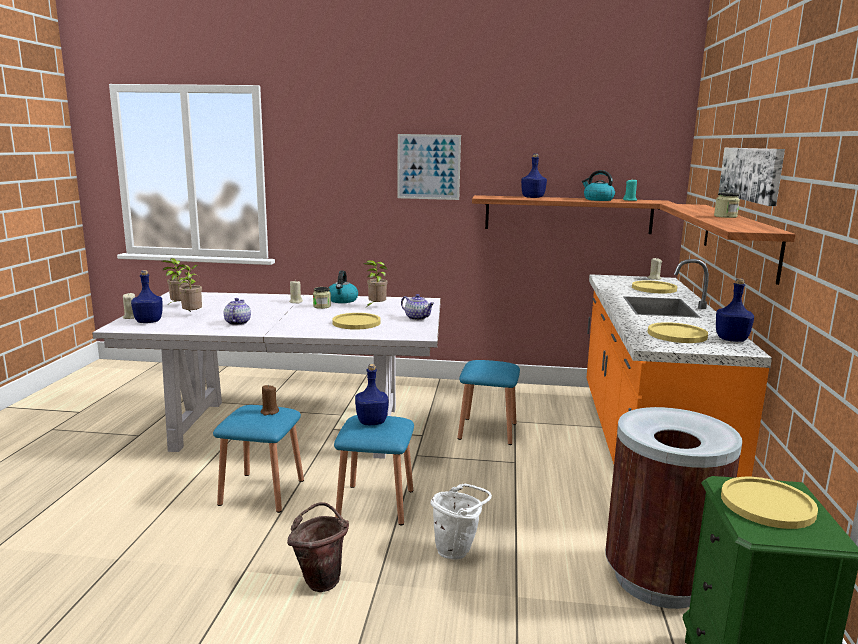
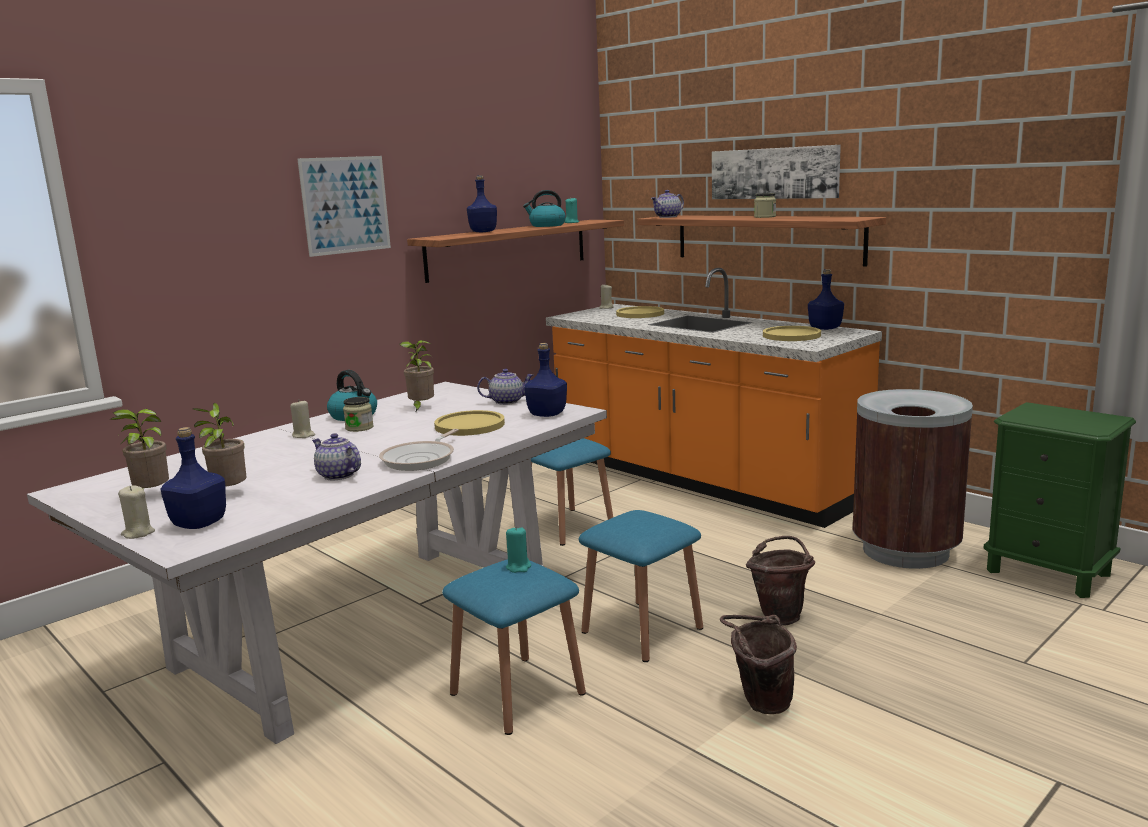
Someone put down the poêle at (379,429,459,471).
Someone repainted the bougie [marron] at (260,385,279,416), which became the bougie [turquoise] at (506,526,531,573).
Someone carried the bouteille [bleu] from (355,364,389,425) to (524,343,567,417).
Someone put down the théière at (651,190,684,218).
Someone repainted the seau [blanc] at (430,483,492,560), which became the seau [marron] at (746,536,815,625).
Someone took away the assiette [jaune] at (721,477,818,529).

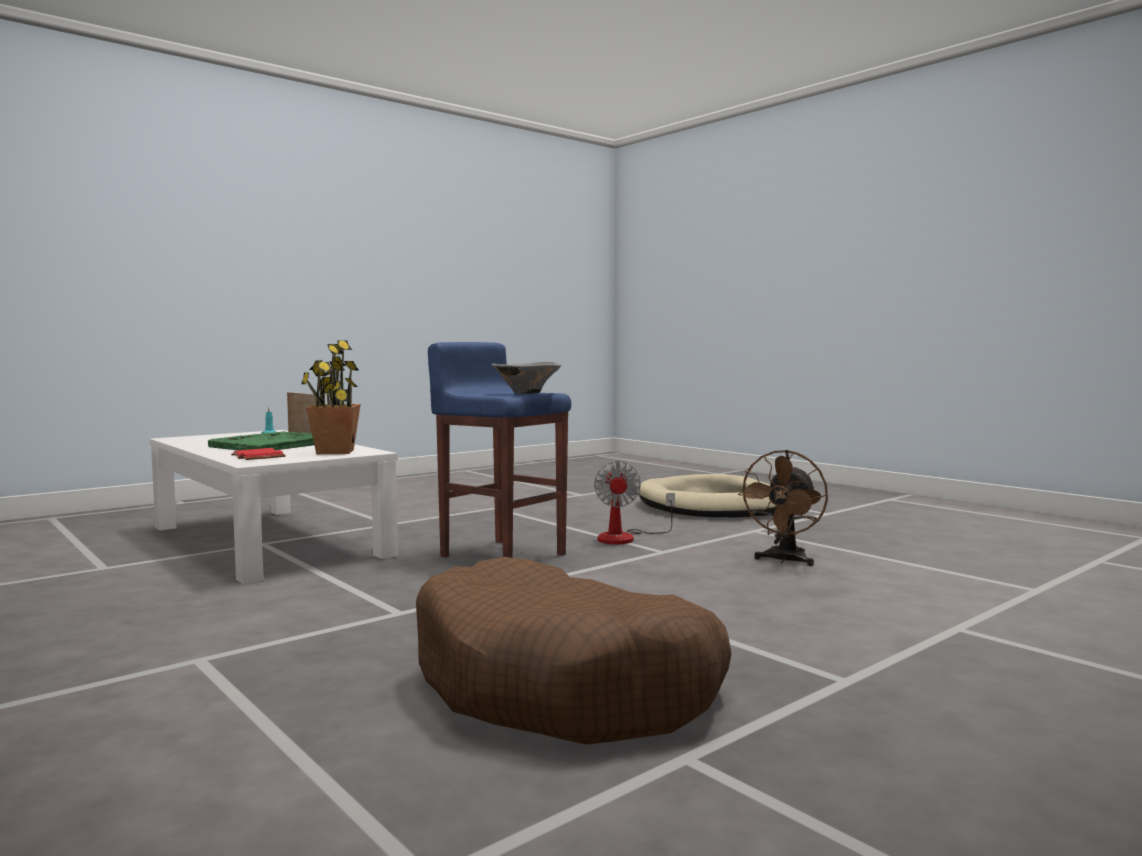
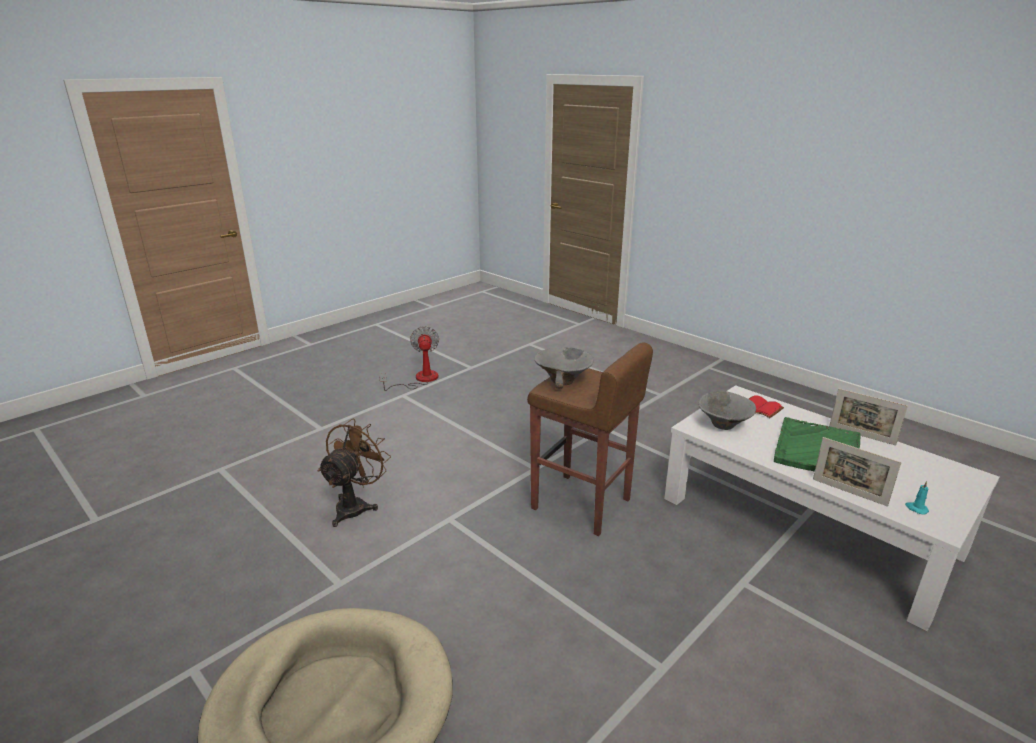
Someone carried the ventilateur from (594,461,675,544) to (379,326,439,391).
Someone repainted the tabouret [bleu] at (428,342,571,558), which became the tabouret [marron] at (527,342,653,536).
Someone swapped the plante en pot at (301,340,361,454) for the bol [gris] at (698,391,756,430).
Someone put down the cadre photo at (829,388,908,446).
Someone took away the panier pour chien [marron] at (416,557,732,745).

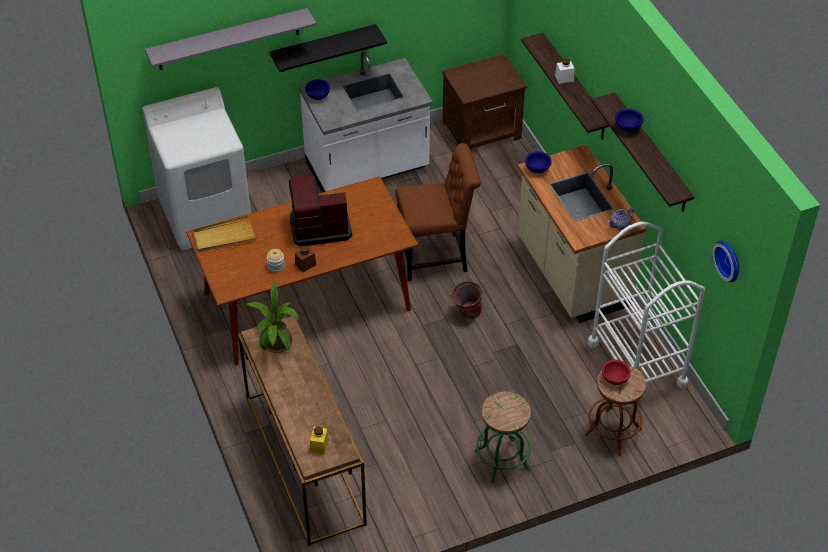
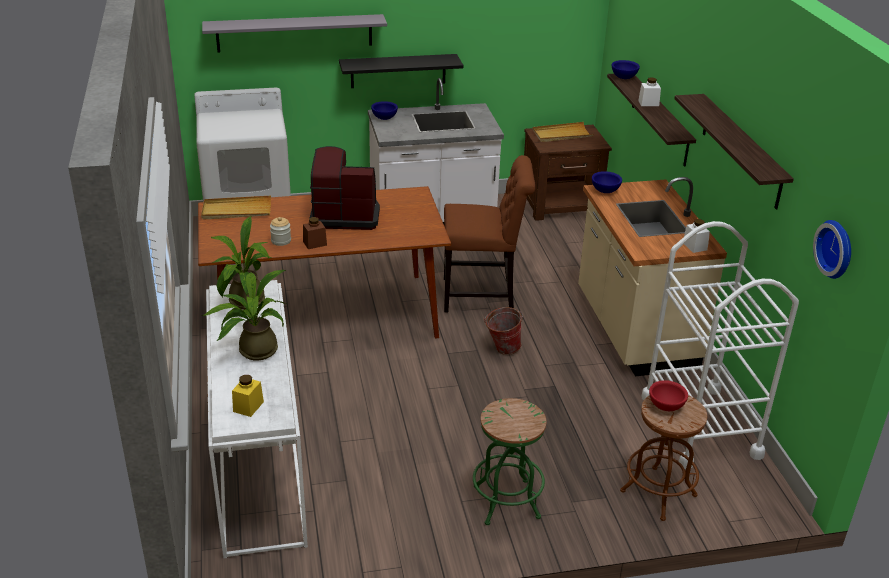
Someone put down the plante en pot at (202,270,286,361).
Someone repainted the table console [marron] at (238,316,367,546), which became the table console [blanc] at (206,280,308,559).
Someone put down the plateau [beige] at (532,122,594,142).
Someone carried the bol [bleu] from (615,108,644,132) to (612,60,640,79).
Someone swapped the théière at (608,208,634,230) for the bocal [blanc] at (684,219,710,253).

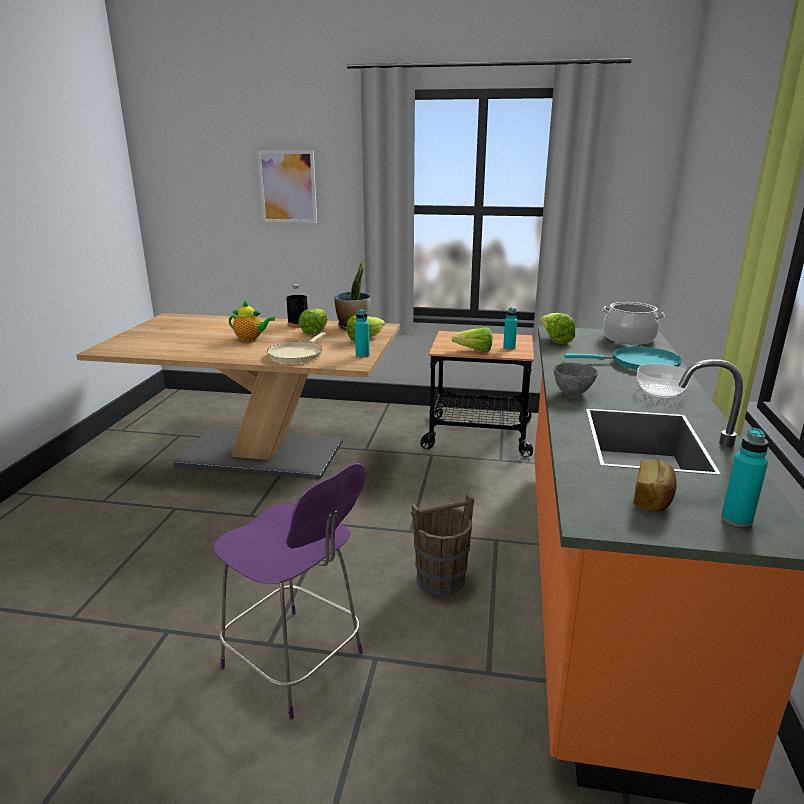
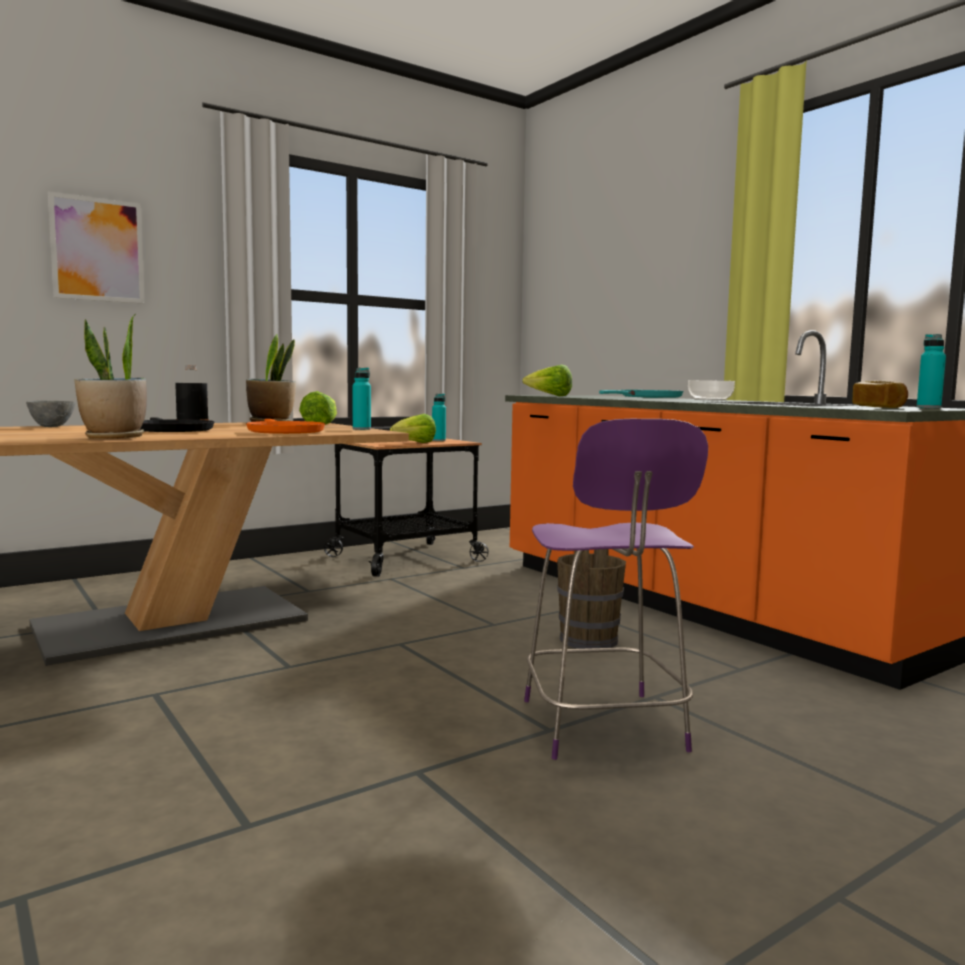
Someone carried the bol [gris] from (554,363,598,395) to (26,401,75,427).
Someone put down the plante en pot at (74,314,147,439).
Someone swapped the théière at (229,301,275,342) for the poêle [noir] at (140,417,214,432).
Someone repainted the poêle [beige] at (267,332,326,363), which became the poêle [orange] at (246,419,325,434).
Someone rotated the chaise [violet] at (213,463,366,719) by 90 degrees clockwise.
Someone took away the laitue at (298,309,327,334).
Someone took away the marmite at (602,302,665,345).

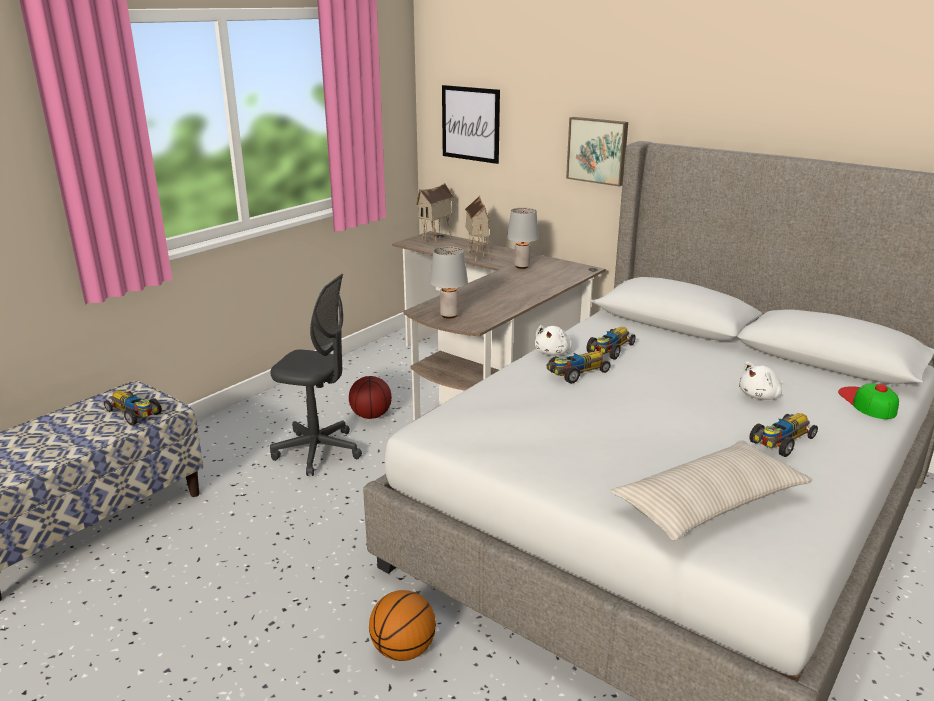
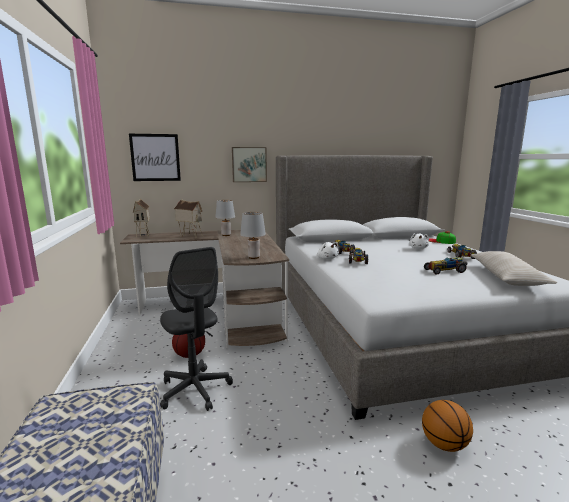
Someone rotated the chaise de bureau [gris] at (270,274,362,476) by 90 degrees clockwise.
Someone carried the petite voiture from (104,391,162,426) to (424,257,467,275).

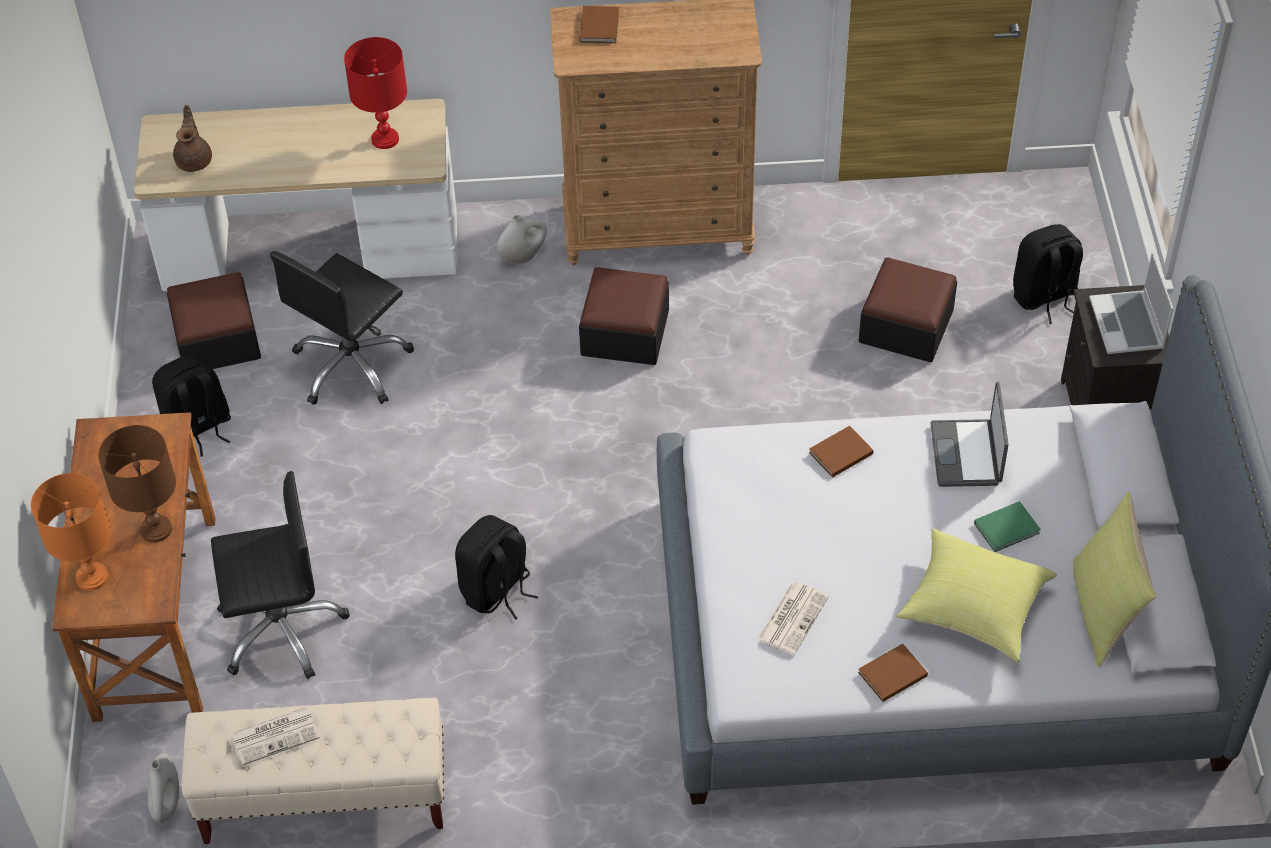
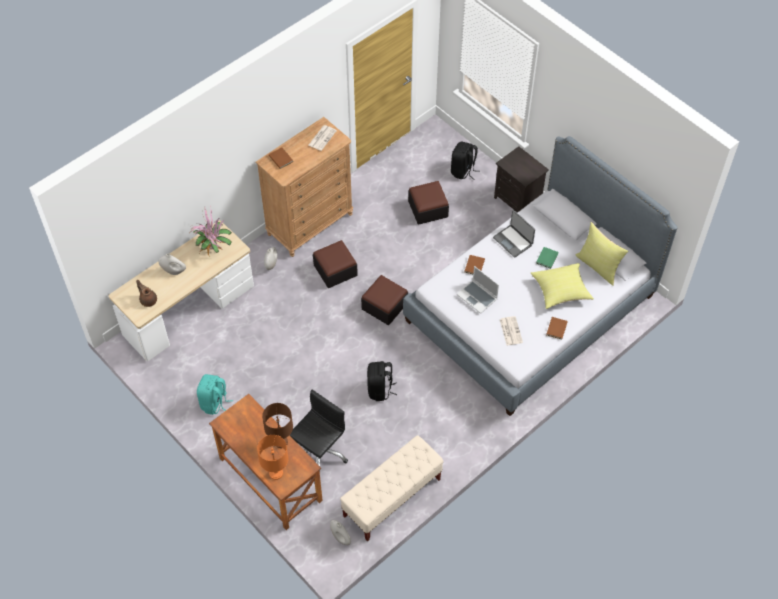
Someone put down the vase [blanc] at (158,254,186,275).
Someone swapped the lampe de table [rouge] at (344,37,407,149) for the plante en pot at (190,206,232,257).
Someone repainted the sac à dos [noir] at (152,354,231,457), which became the sac à dos [turquoise] at (197,374,233,415).
Someone carried the journal from (231,706,320,766) to (308,125,337,151).
Someone carried the pouf from (167,272,261,369) to (361,275,408,325).
Someone carried the ordinateur portable from (1089,252,1173,354) to (457,266,499,314).
Someone took away the chaise de bureau [noir] at (270,251,414,405).

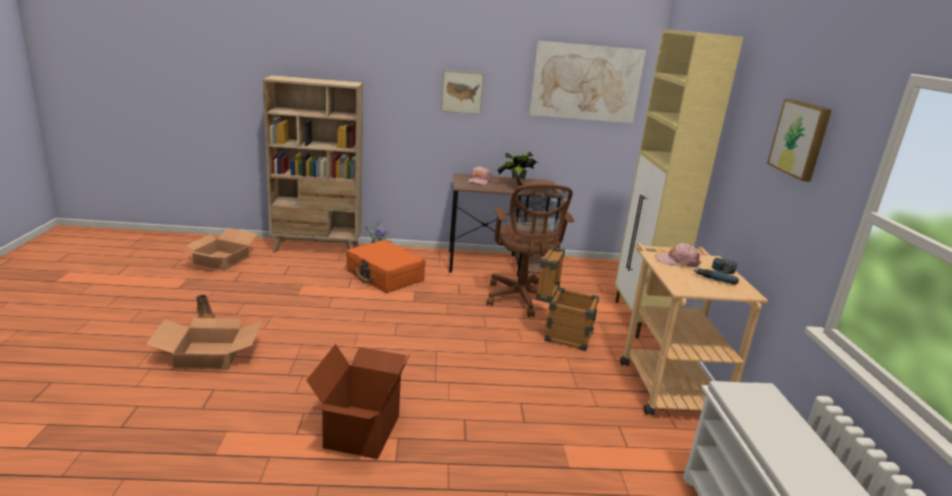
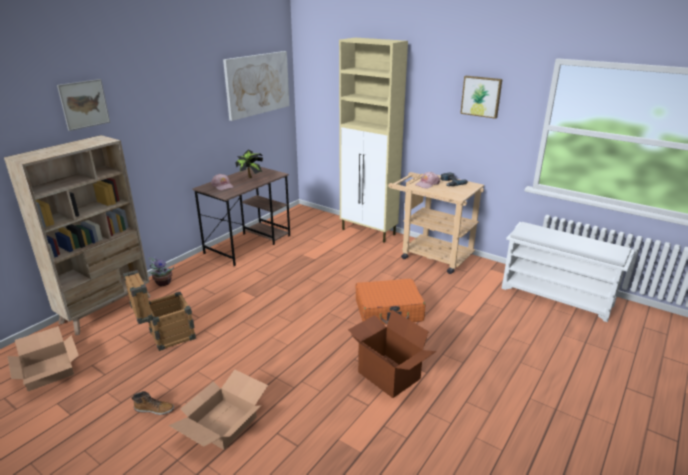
Someone carried the tableau from (441,69,485,115) to (57,79,110,131).
Someone carried the caisse from (536,247,599,351) to (123,270,196,351).
Someone carried the valise [orange] from (346,240,425,293) to (355,279,425,325).
Someone took away the chaise de bureau [marron] at (487,184,574,317).

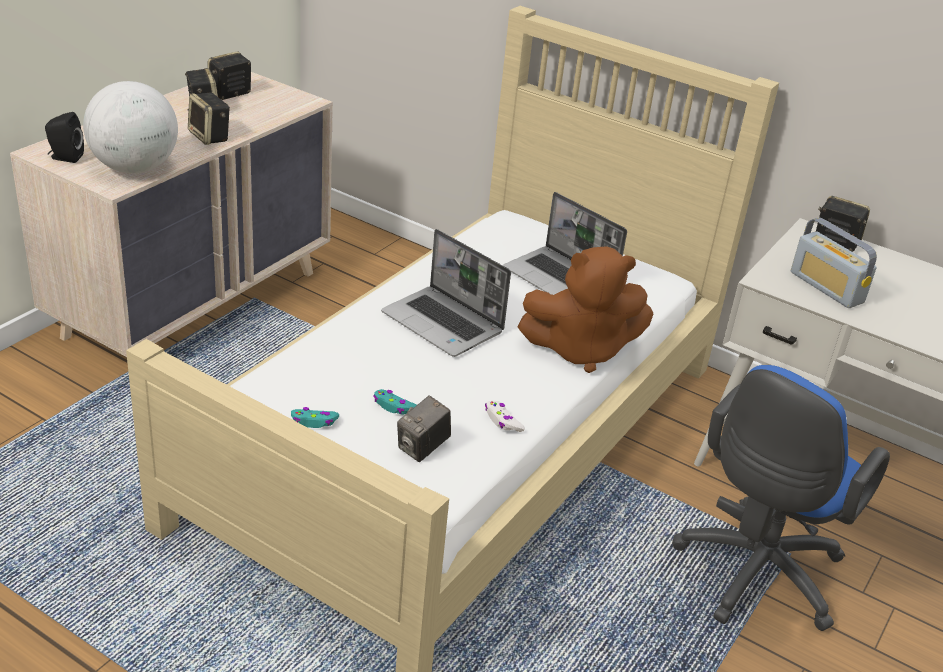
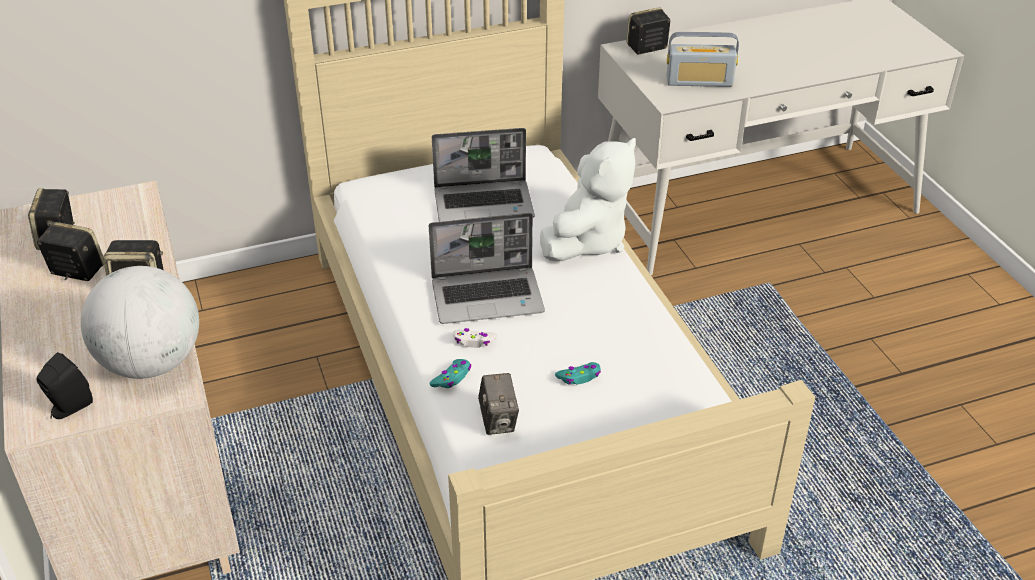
Someone carried the manette [turquoise] from (291,407,339,428) to (429,359,471,388).
Someone carried the manette [blanc] from (485,401,525,432) to (453,328,497,348).
Someone carried the appareil photo from (397,395,451,462) to (478,373,519,435).
Someone repainted the peluche [marron] at (517,246,654,373), which became the peluche [blanc] at (540,138,636,261).
Someone took away the chaise de bureau [bleu] at (672,365,890,631).

